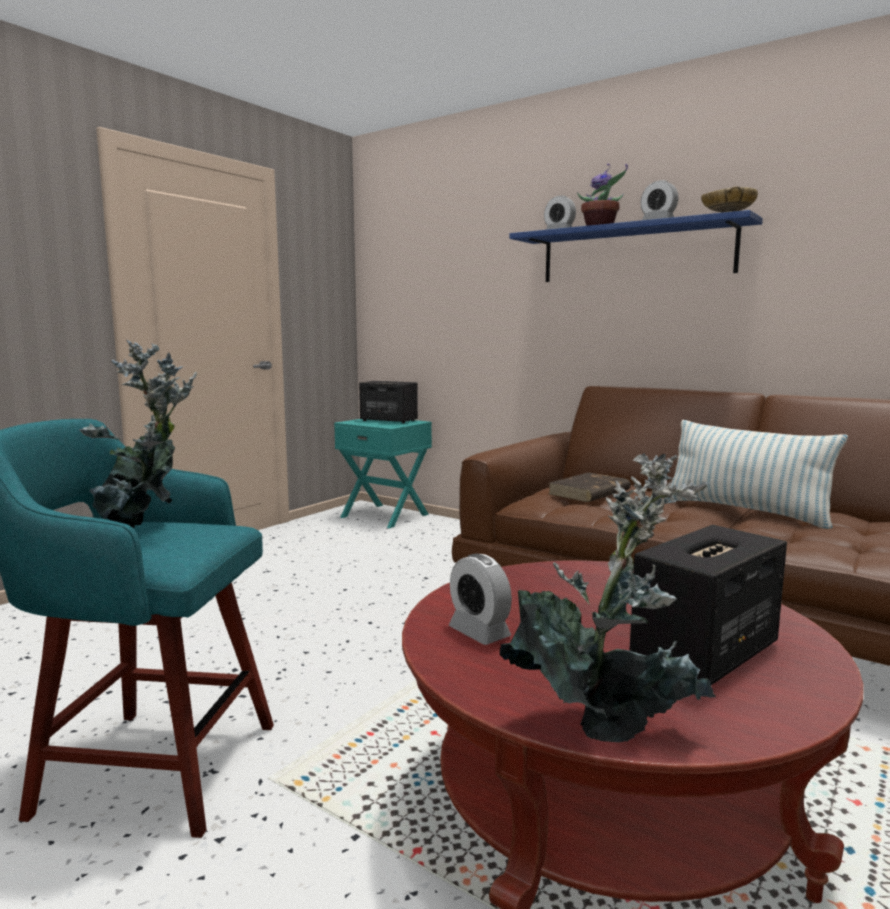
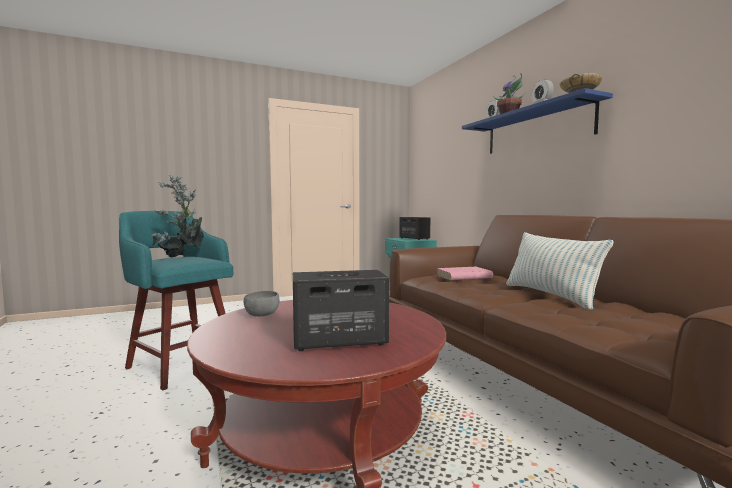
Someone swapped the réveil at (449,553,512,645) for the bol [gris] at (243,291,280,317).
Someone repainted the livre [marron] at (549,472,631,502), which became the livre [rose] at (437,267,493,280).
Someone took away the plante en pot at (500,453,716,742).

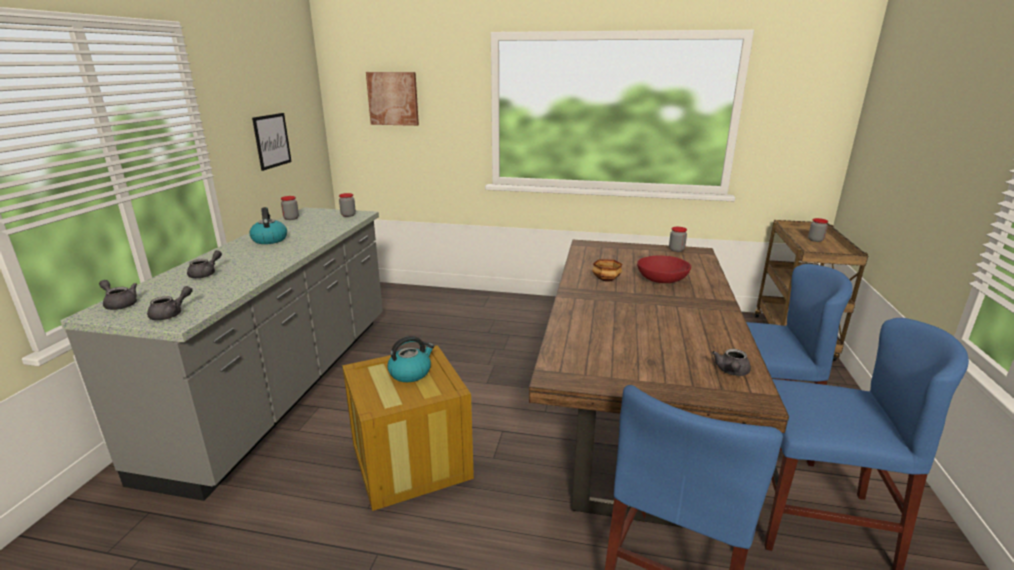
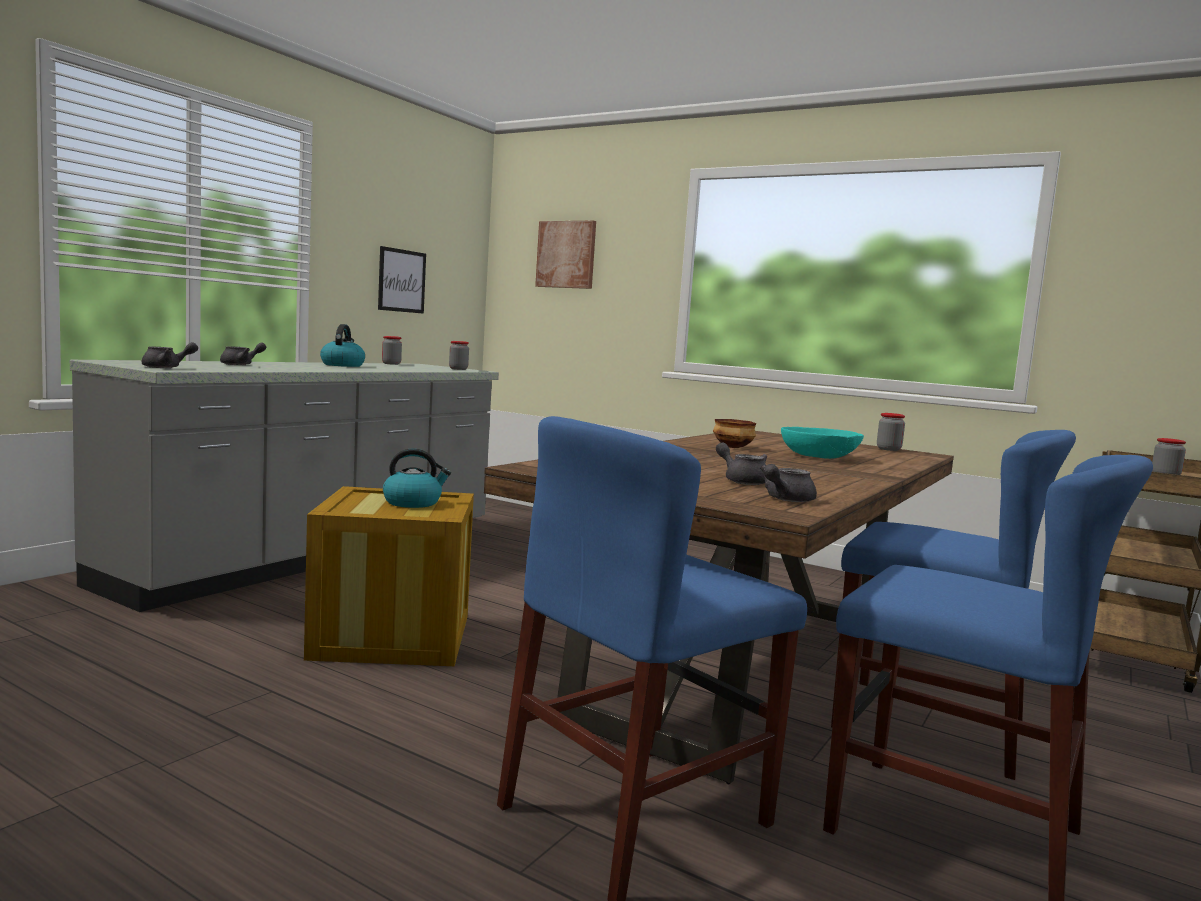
Someone carried the théière [gris] from (99,280,137,310) to (716,442,767,485).
Someone repainted the bol [rouge] at (637,255,691,283), which became the bol [turquoise] at (781,427,864,459).

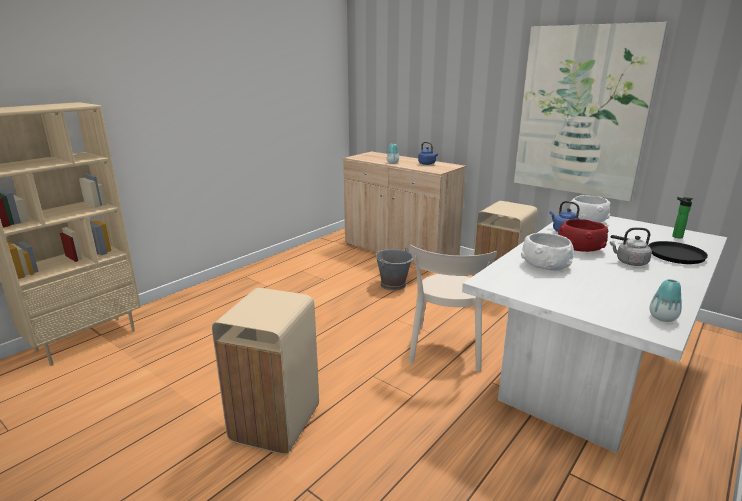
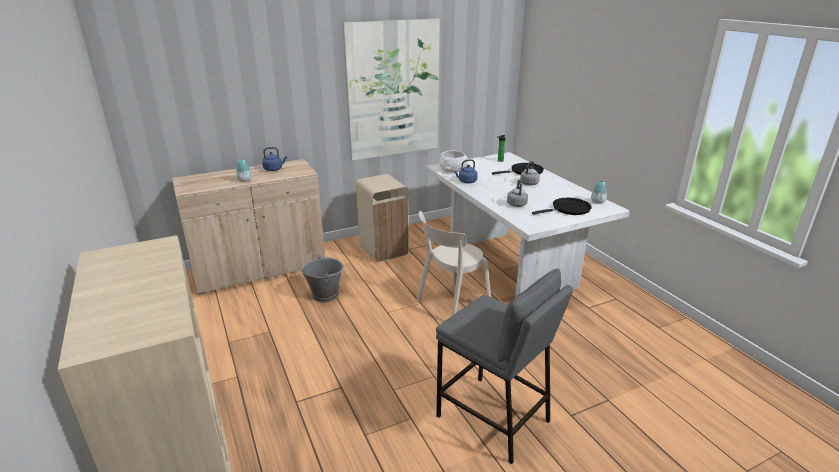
Someone rotated the chaise [beige] at (408,245,497,372) by 105 degrees clockwise.
Someone swapped the poubelle [beige] at (212,288,319,455) for the tabouret [gris] at (436,269,573,464).
Someone swapped the bol [blanc] at (521,233,574,271) for the bouilloire [gris] at (507,180,528,207).
Someone put down the poêle [noir] at (532,198,592,215).
Someone took away the bol [rouge] at (558,219,609,252).

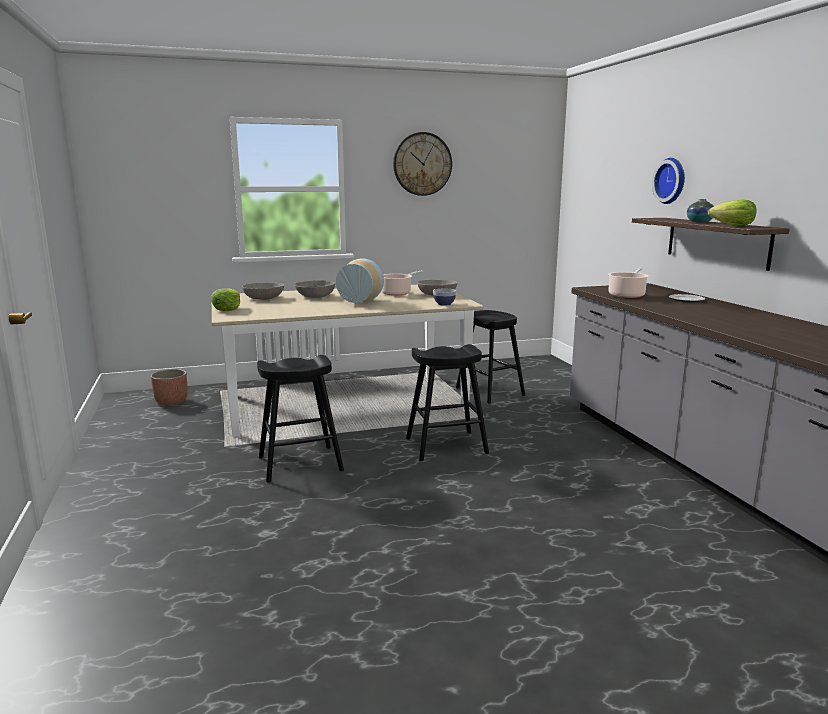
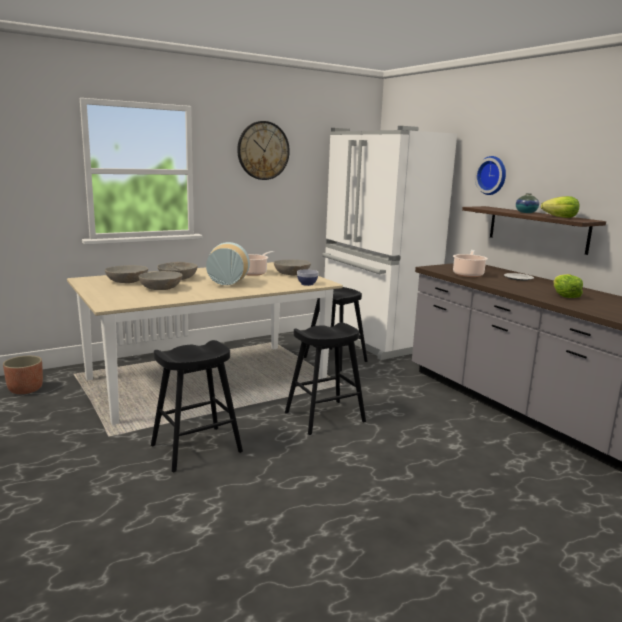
Someone put down the bol [gris] at (138,271,183,290).
Someone put down the réfrigérateur [blanc] at (322,126,457,360).
Someone carried the laitue from (211,288,240,311) to (554,274,583,298).

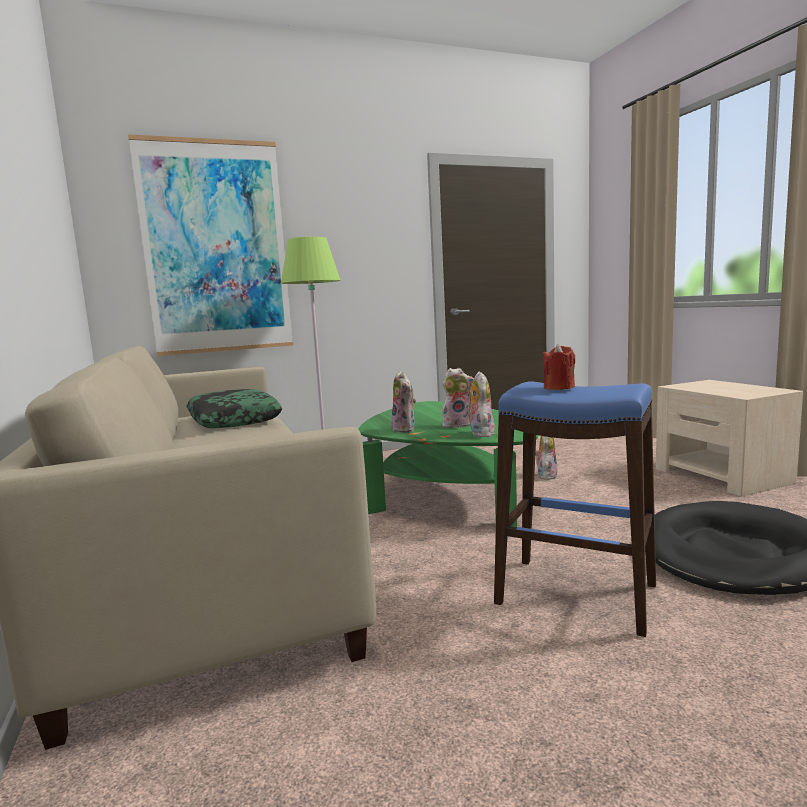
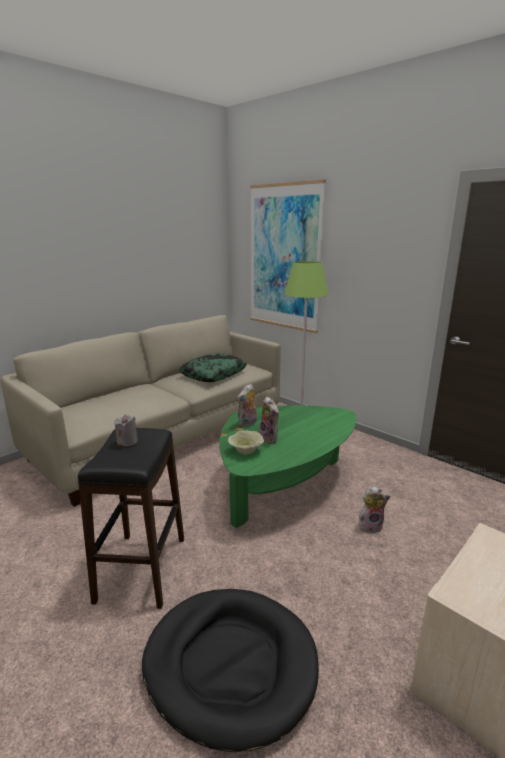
Someone repainted the tabouret [bleu] at (494,381,656,637), which became the tabouret [noir] at (78,428,184,609).
Someone repainted the bougie [rouge] at (543,344,575,390), which became the bougie [gris] at (115,414,138,446).
Someone swapped the peluche at (465,372,495,437) for the bol [beige] at (228,431,264,455).

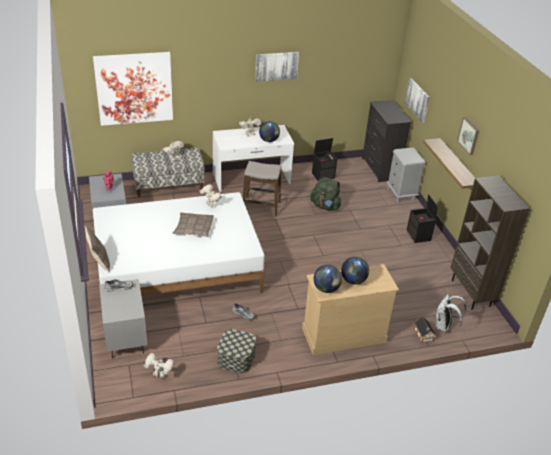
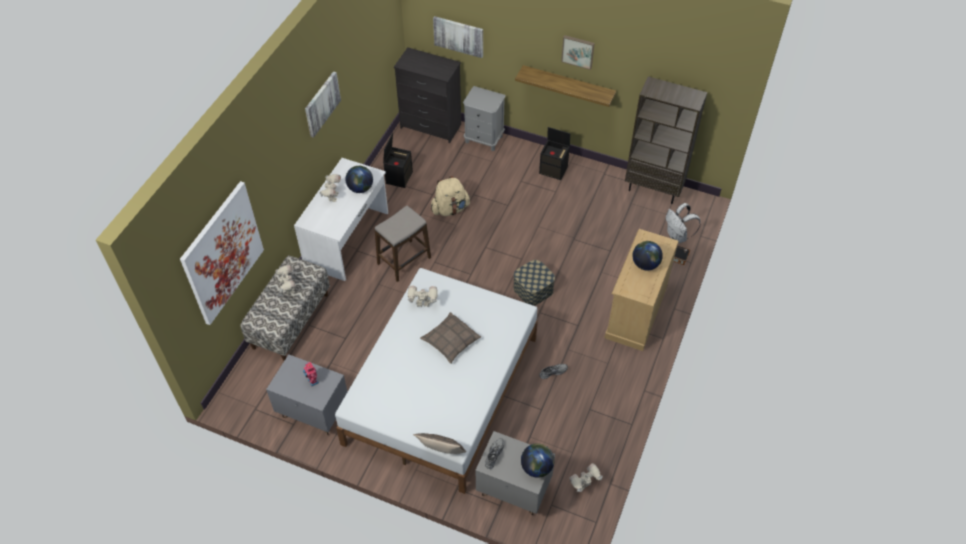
Someone repainted the sac à dos [vert] at (310,177,341,210), which became the sac à dos [beige] at (431,176,470,216).
Someone carried the boîte de rangement from (217,329,256,373) to (513,260,555,306).
Someone carried the globe from (314,265,342,293) to (521,443,554,478).

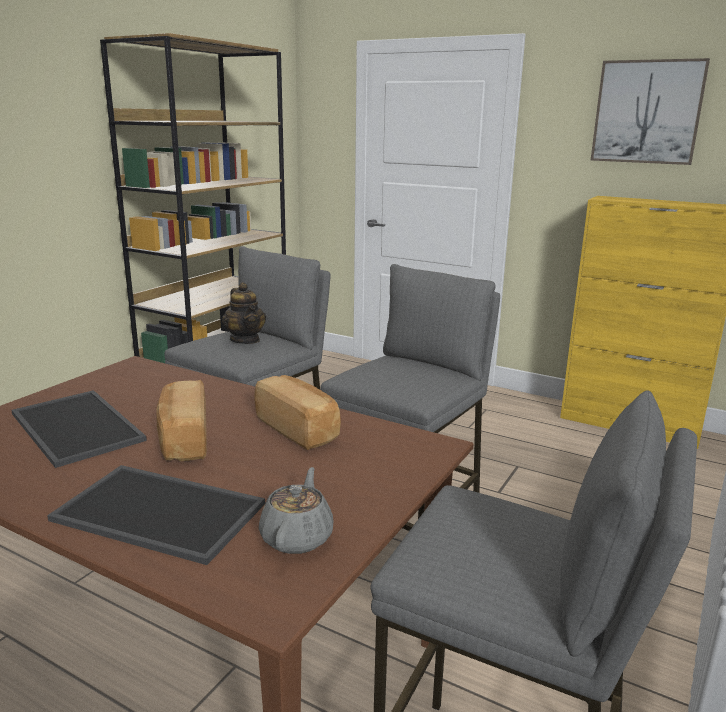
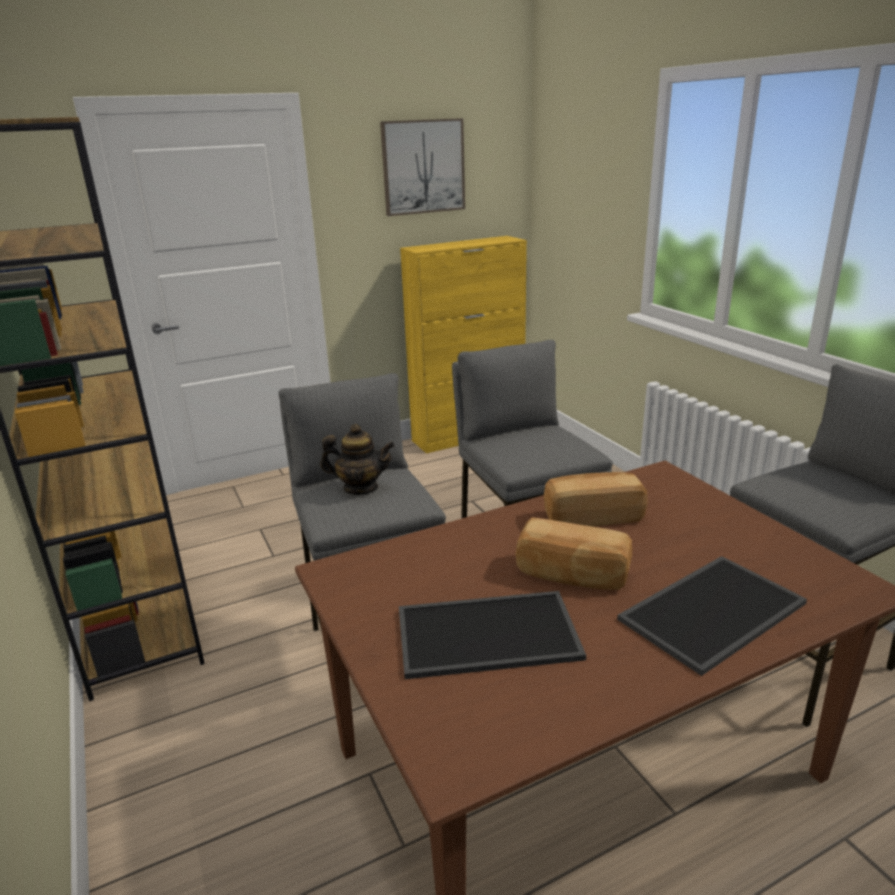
Someone took away the théière [gris] at (259,467,334,554).

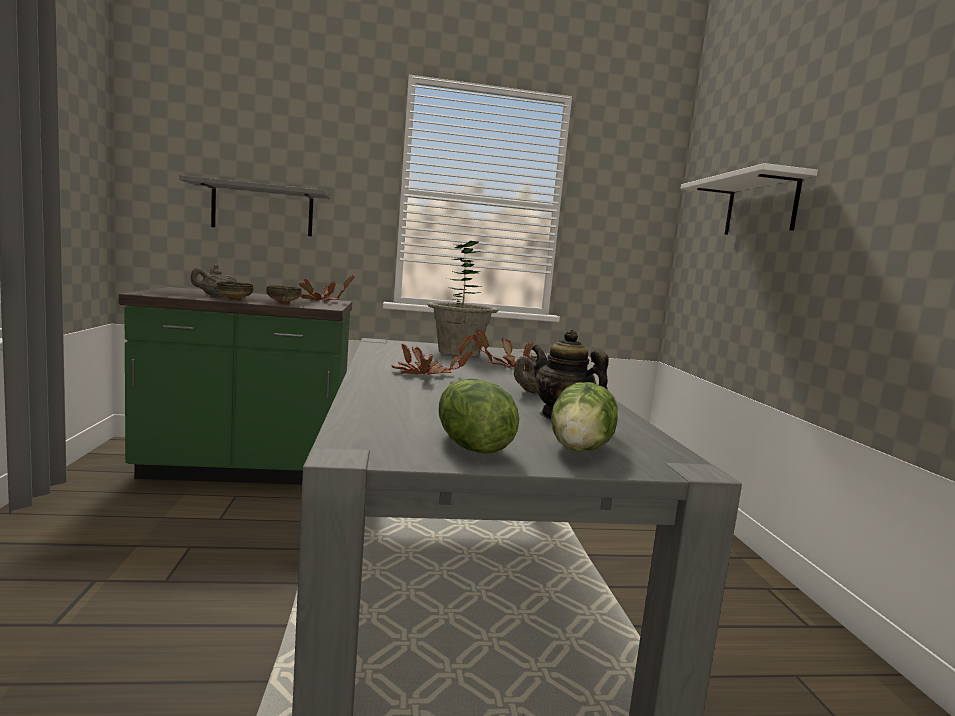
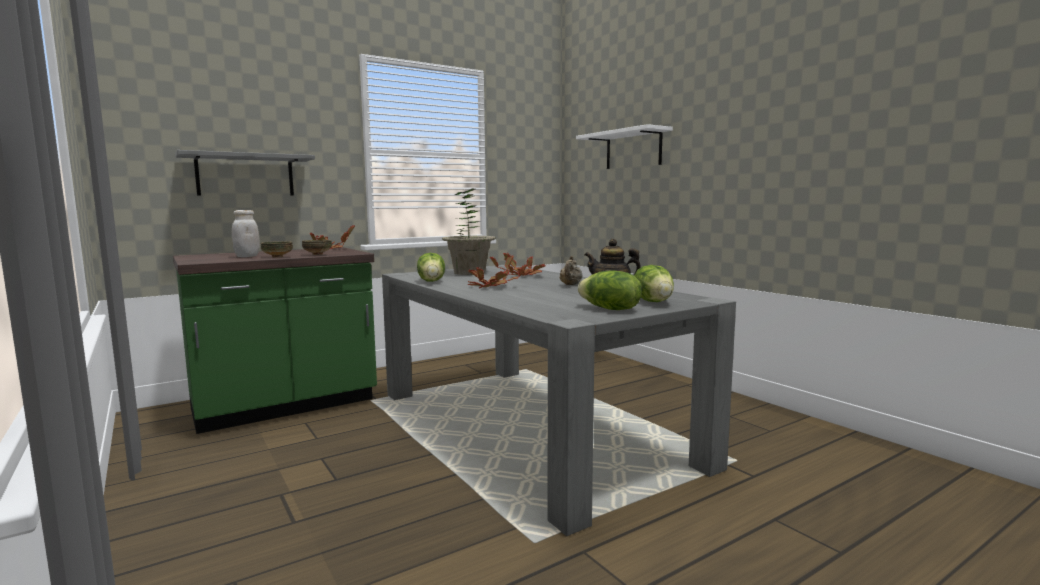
Someone swapped the théière [beige] at (191,265,237,297) for the bocal [blanc] at (232,210,260,257).
Someone put down the laitue at (417,253,445,282).

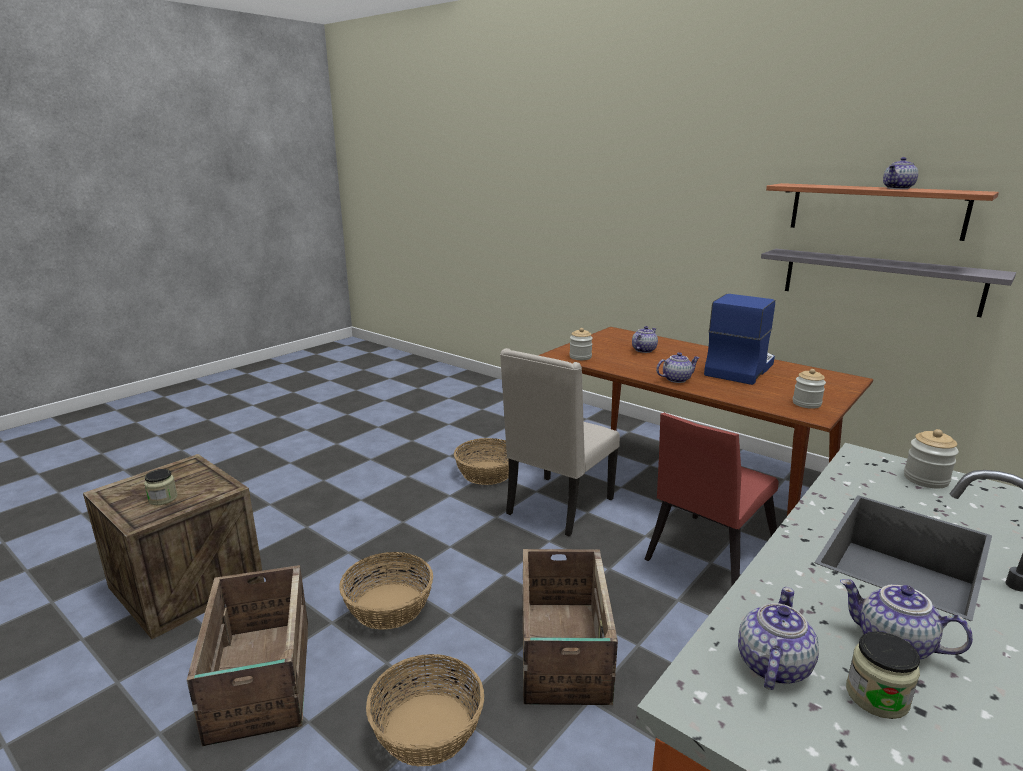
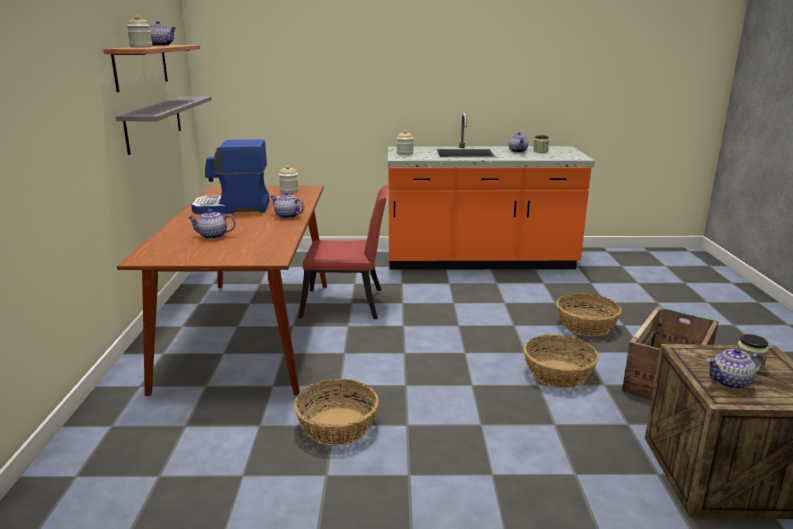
Someone carried the bocal from (569,328,593,360) to (127,15,152,47).
Someone carried the théière from (738,587,819,690) to (707,348,763,390).
Someone took away the chaise [beige] at (500,348,620,536).
Someone took away the caisse at (523,549,618,705).

